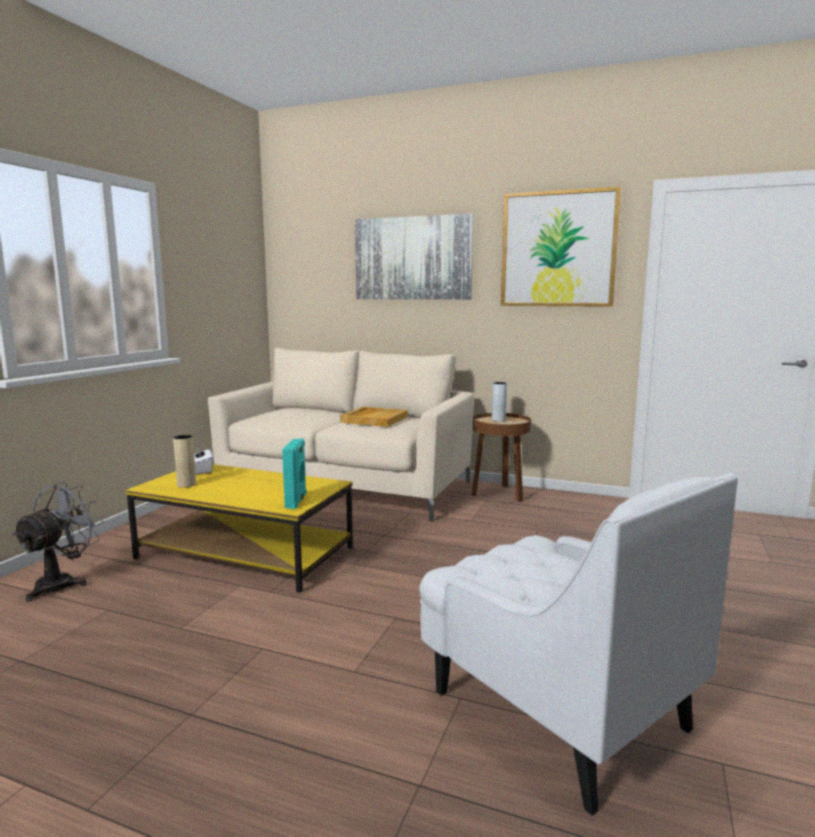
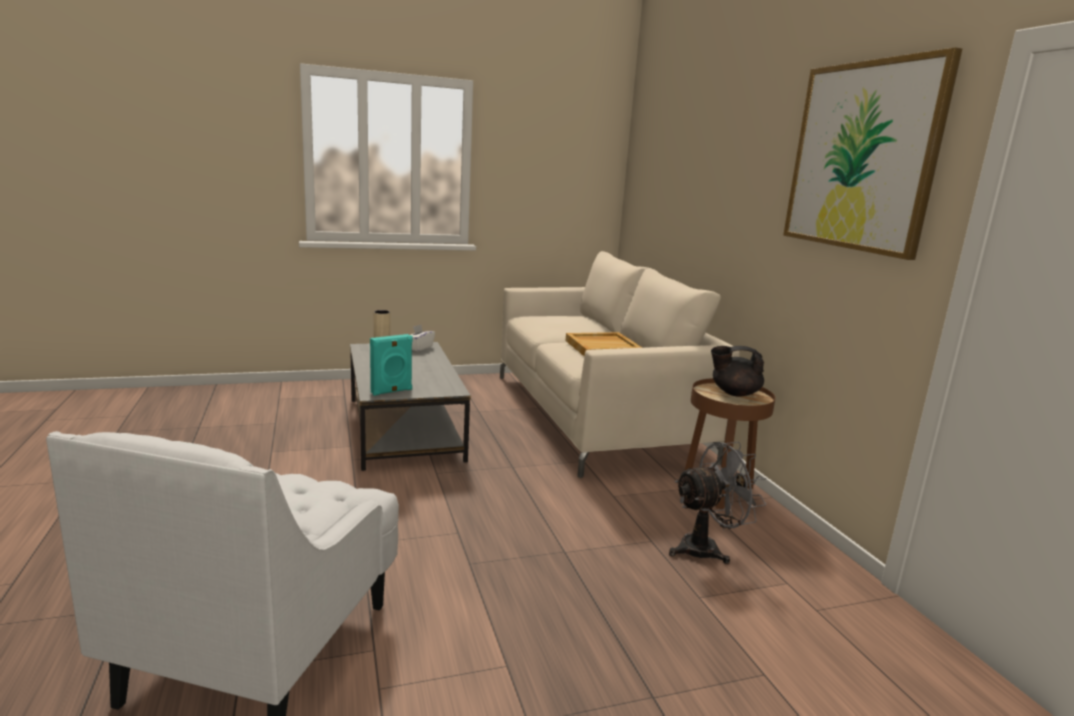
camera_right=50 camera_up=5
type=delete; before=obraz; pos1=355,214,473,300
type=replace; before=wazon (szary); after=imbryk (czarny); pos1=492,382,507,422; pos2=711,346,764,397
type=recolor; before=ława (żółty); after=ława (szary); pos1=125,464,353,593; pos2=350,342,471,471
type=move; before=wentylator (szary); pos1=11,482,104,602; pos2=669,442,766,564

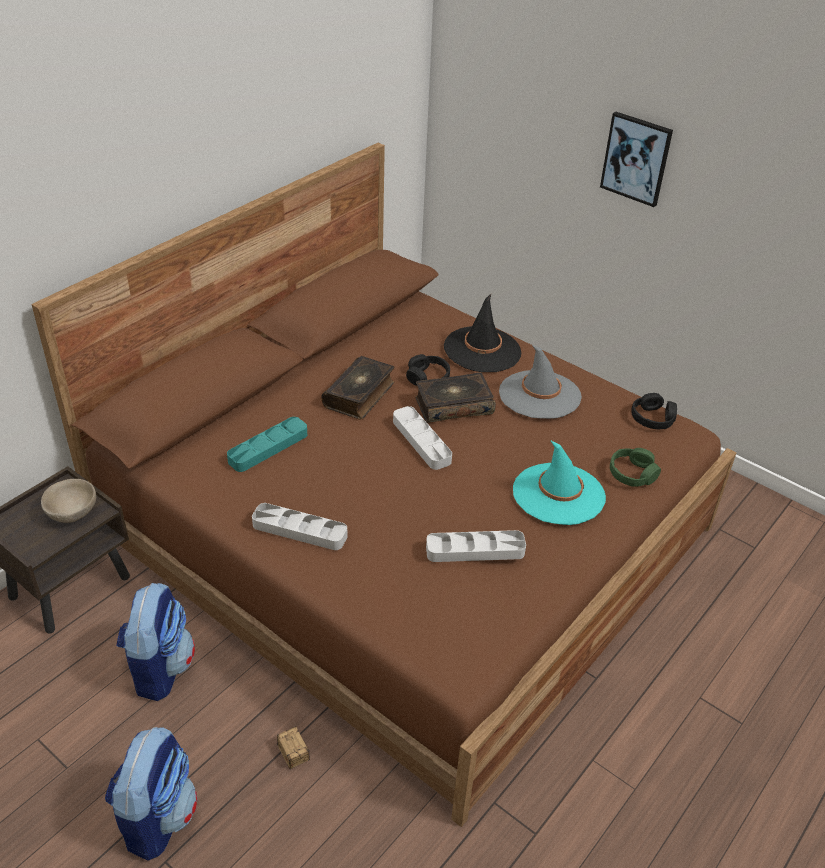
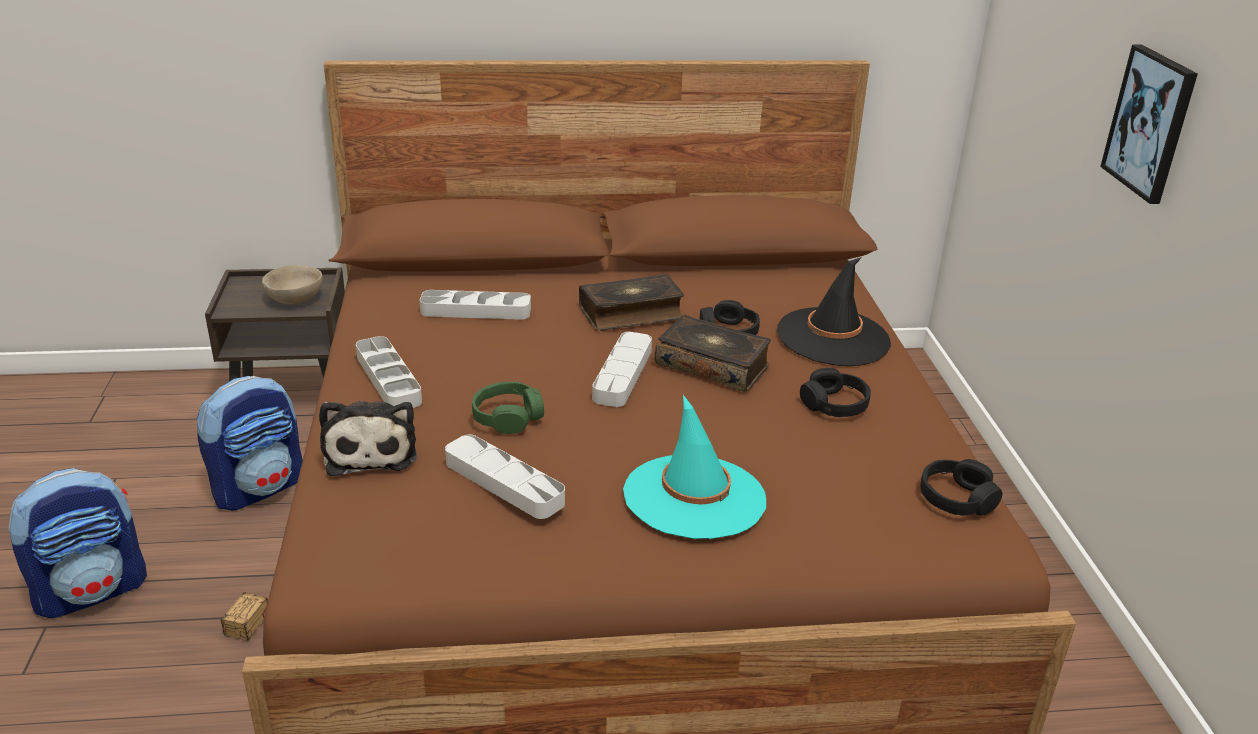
camera_right=45 camera_up=-10
type=replace; before=kapelusz (szary); after=słuchawki (czarny); pos1=499,345,582,419; pos2=800,368,871,417
type=recolor; before=taca (turkusowy); after=taca (szary); pos1=227,417,307,472; pos2=420,290,531,320
type=move; before=słuchawki (zielony); pos1=610,448,661,487; pos2=472,382,544,434
type=insert; after=pluszak; pos2=319,401,417,476

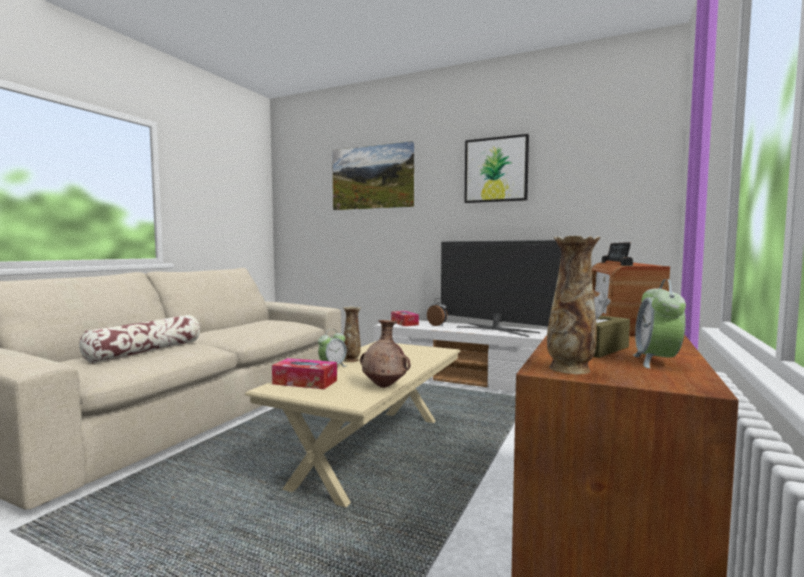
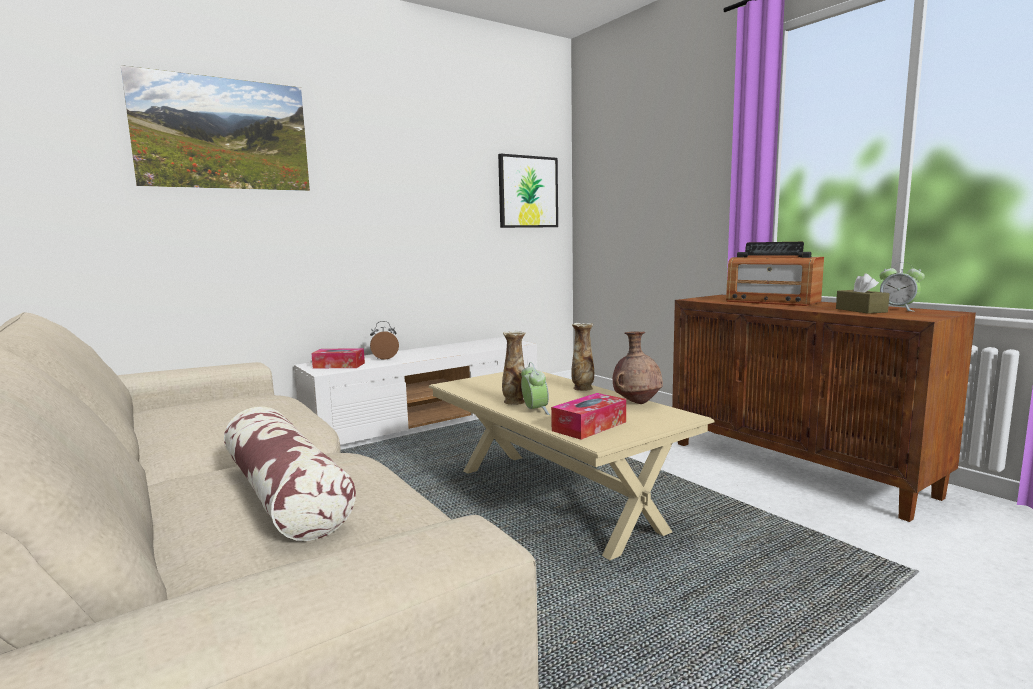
camera_right=-60 camera_up=5
type=move; before=obraz; pos1=464,134,529,203; pos2=498,154,558,228
type=move; before=wazon; pos1=547,236,601,374; pos2=571,323,594,391
type=delete; before=telewizor; pos1=441,240,561,337

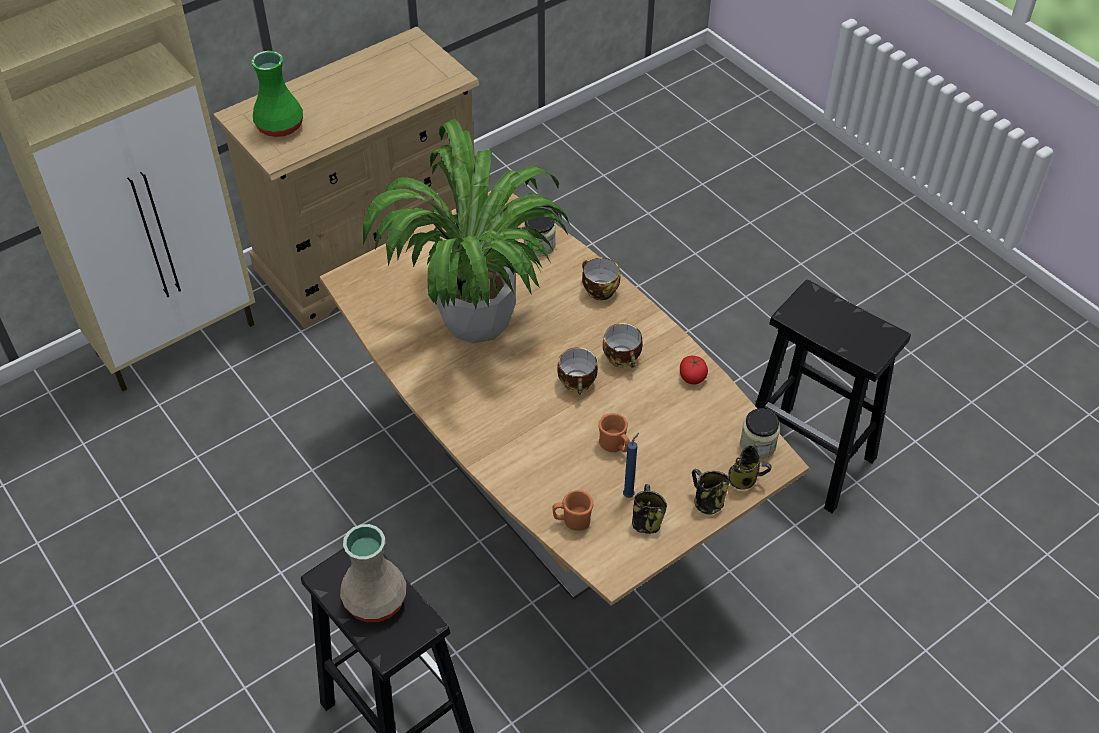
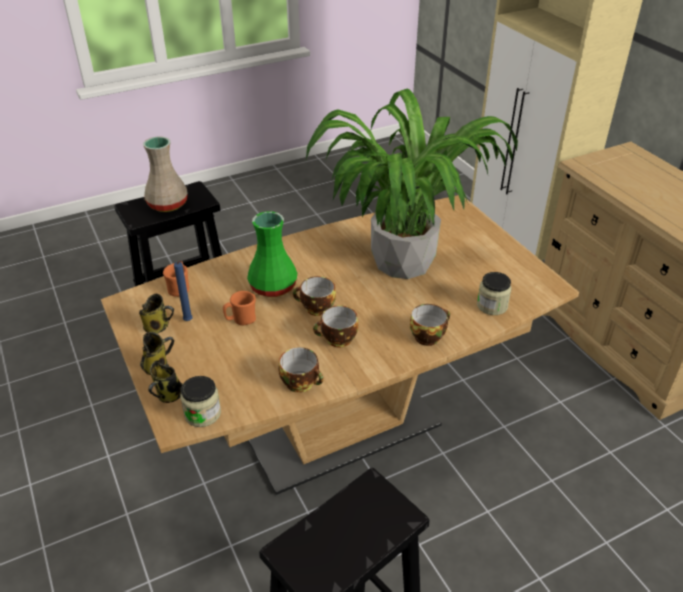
camera_right=100 camera_up=-10
type=move; before=wazon (zielony); pos1=251,51,303,137; pos2=247,211,297,297
type=replace; before=pomidor; after=filiżanka; pos1=680,356,708,384; pos2=279,347,323,393

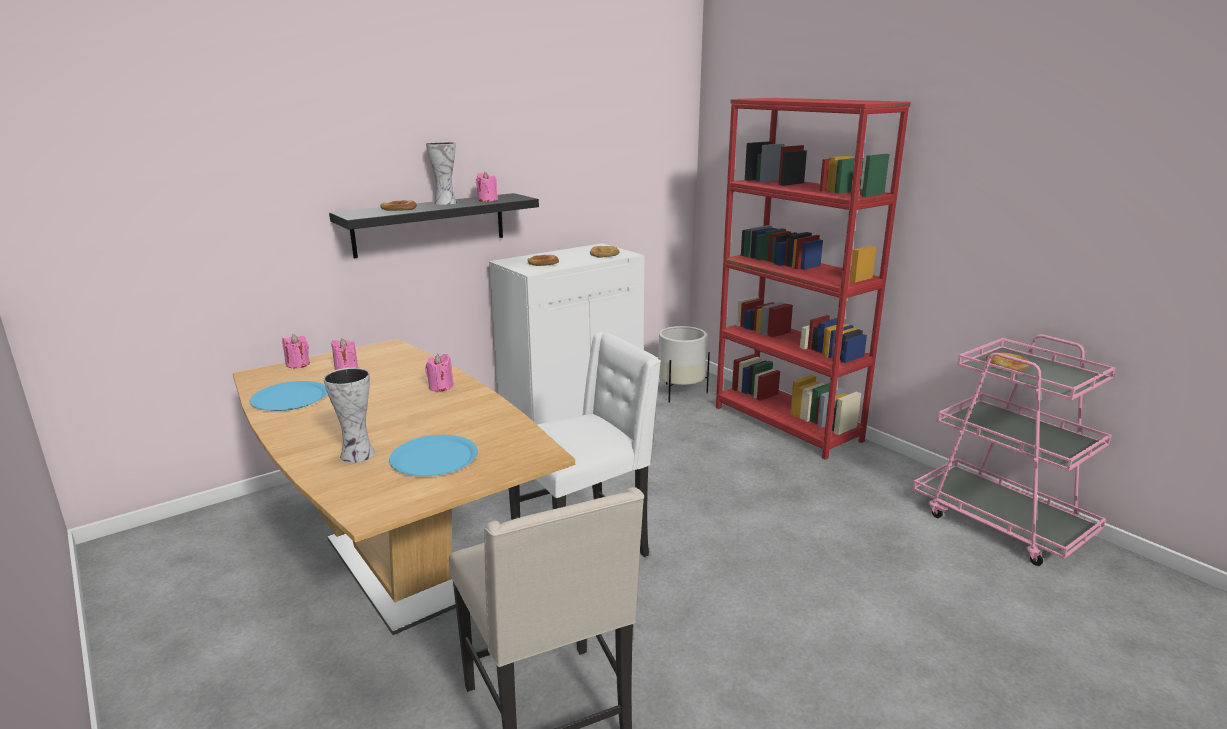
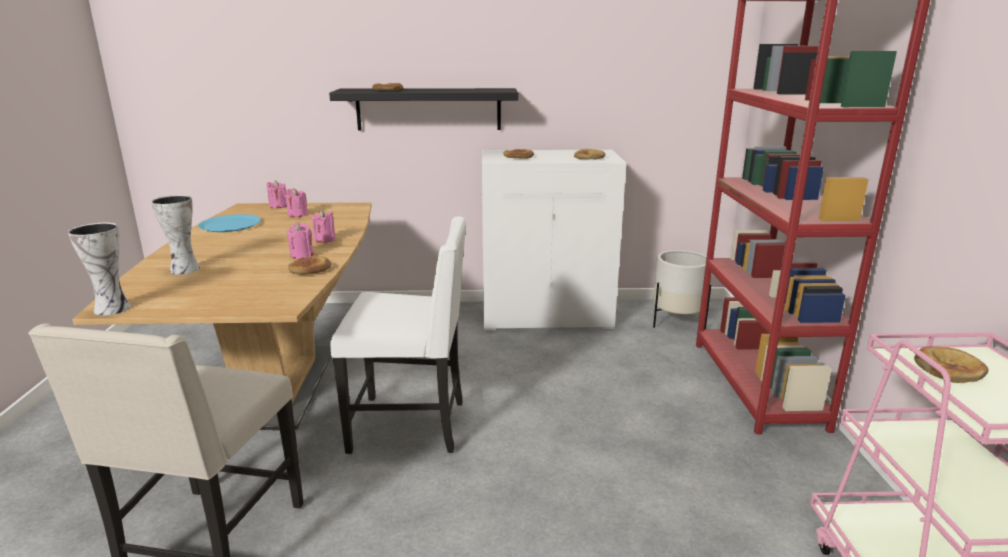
camera_right=35 camera_up=0
type=move; before=wazon; pos1=426,142,457,205; pos2=68,223,131,316
type=move; before=świeca (różowy); pos1=476,171,498,202; pos2=286,223,314,259
type=delete; before=talerz (niebieski); pos1=389,435,478,476
type=insert; after=chleb; pos2=288,256,331,275

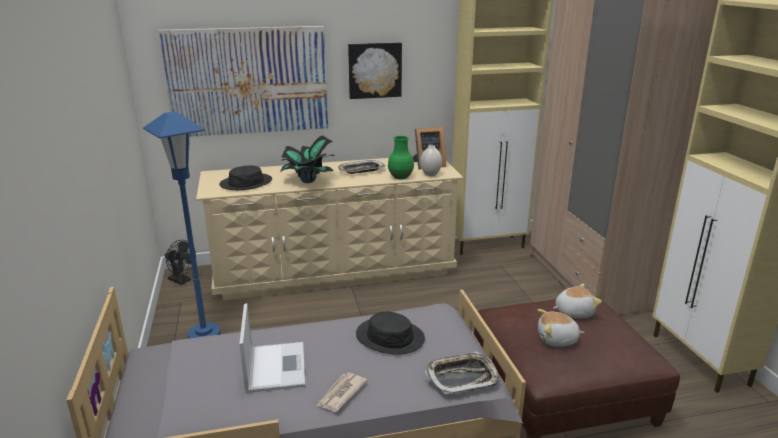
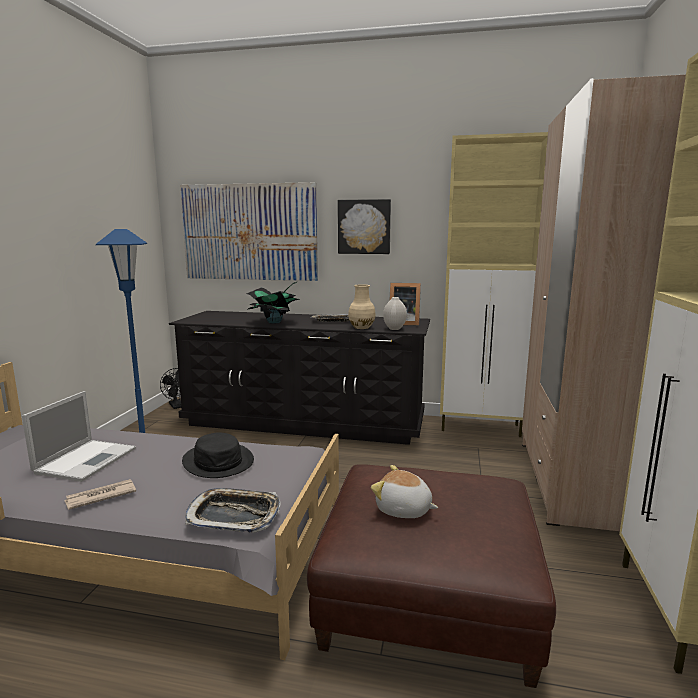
camera_right=25 camera_up=-10
type=recolor; before=wazon (zielony); after=wazon (beżowy); pos1=388,136,414,179; pos2=348,284,376,329
type=recolor; before=komoda (beżowy); after=komoda (czarny); pos1=196,158,464,301; pos2=169,311,430,445
type=delete; before=kapelusz (czarny); pos1=219,165,272,190
type=delete; before=pluszak; pos1=553,284,602,318

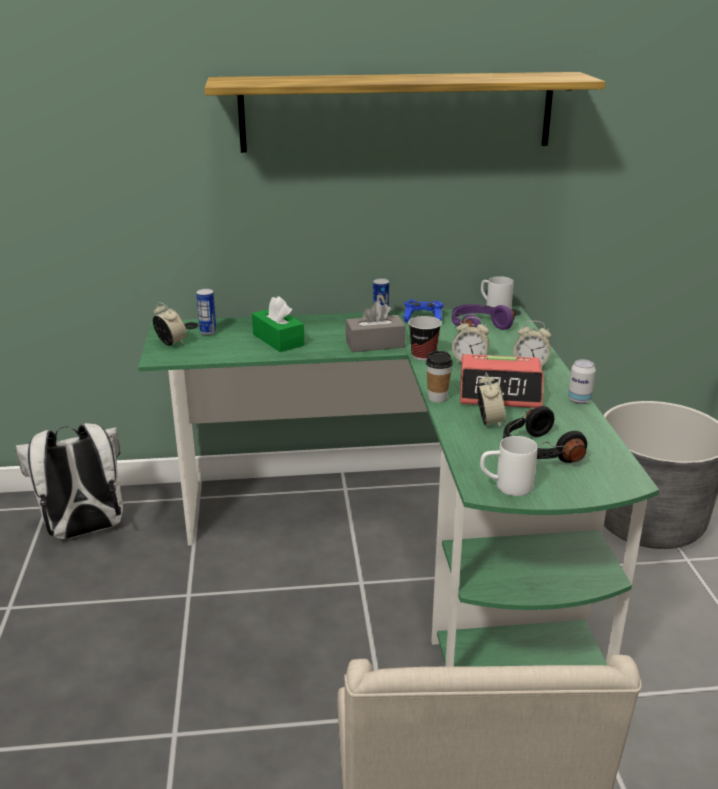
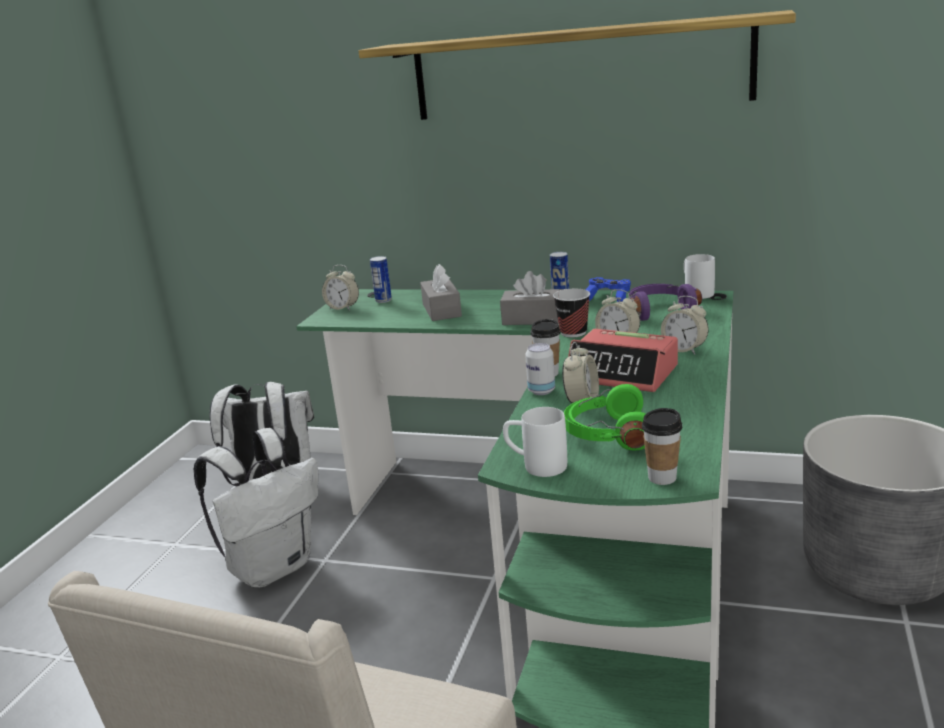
camera_right=25 camera_up=-5
type=recolor; before=pudełko chusteczek (zielony); after=pudełko chusteczek (szary); pos1=252,296,304,352; pos2=420,264,462,321
type=rotate; before=budzik; pos1=153,302,187,346; pos2=322,265,359,310; turn=135
type=move; before=puszka; pos1=568,359,596,404; pos2=525,343,555,395
type=recolor; before=słuchawki (czarny); after=słuchawki (zielony); pos1=503,406,587,463; pos2=564,384,646,450
type=insert; after=filiżanka; pos2=642,408,682,485
type=insert; after=plecak (biały); pos2=193,428,318,587

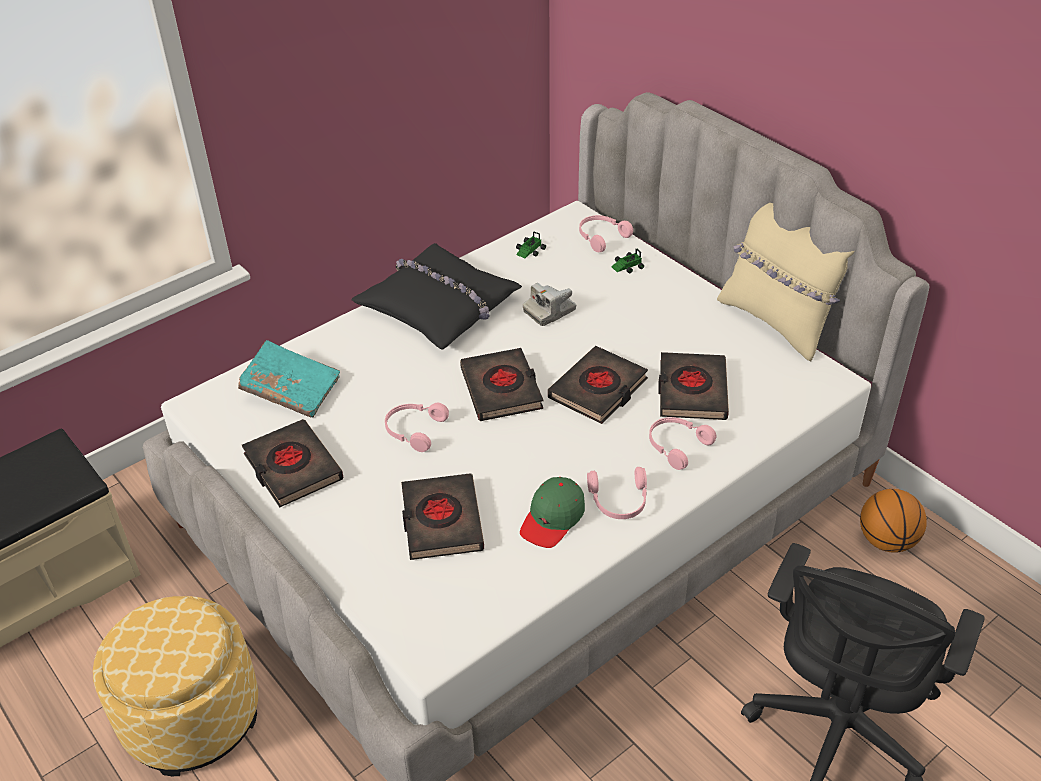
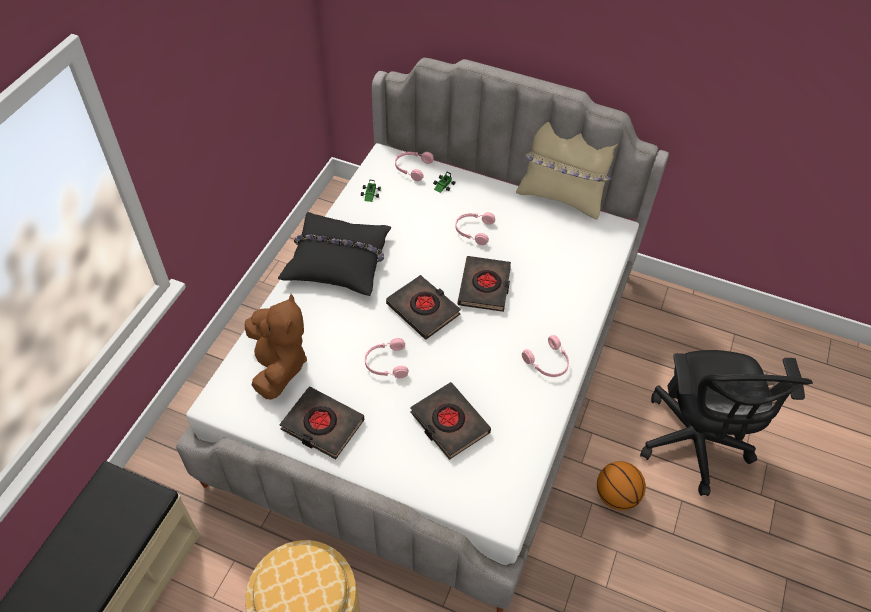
camera_right=-30 camera_up=10
type=delete; before=aparat fotograficzny; pos1=523,283,576,326
type=replace; before=książka (turkusowy); after=pluszak (brązowy); pos1=238,340,340,417; pos2=245,294,307,399
type=delete; before=książka (czarny); pos1=658,352,729,420
type=move; before=słuchawki (różowy); pos1=649,417,716,470; pos2=455,212,495,245
type=delete; before=czapka z daszkiem (zielony); pos1=520,477,585,548
type=move; before=piłka do koszykówki; pos1=860,489,927,553; pos2=597,461,646,510

